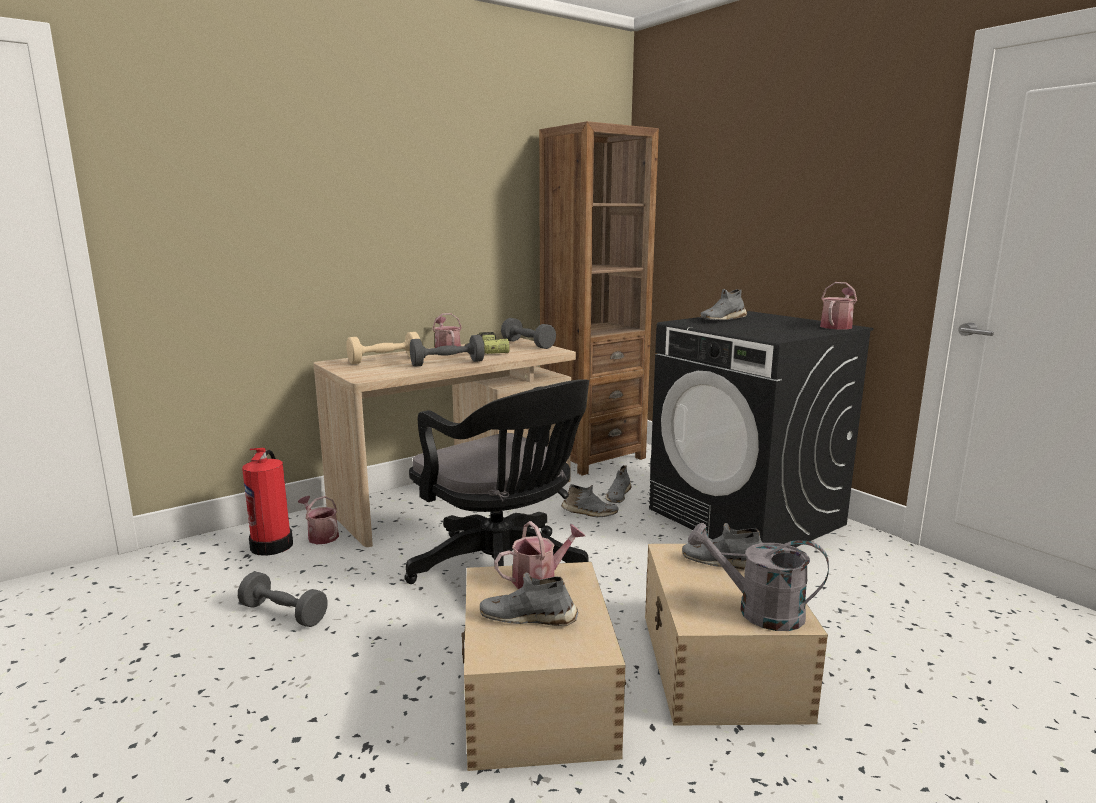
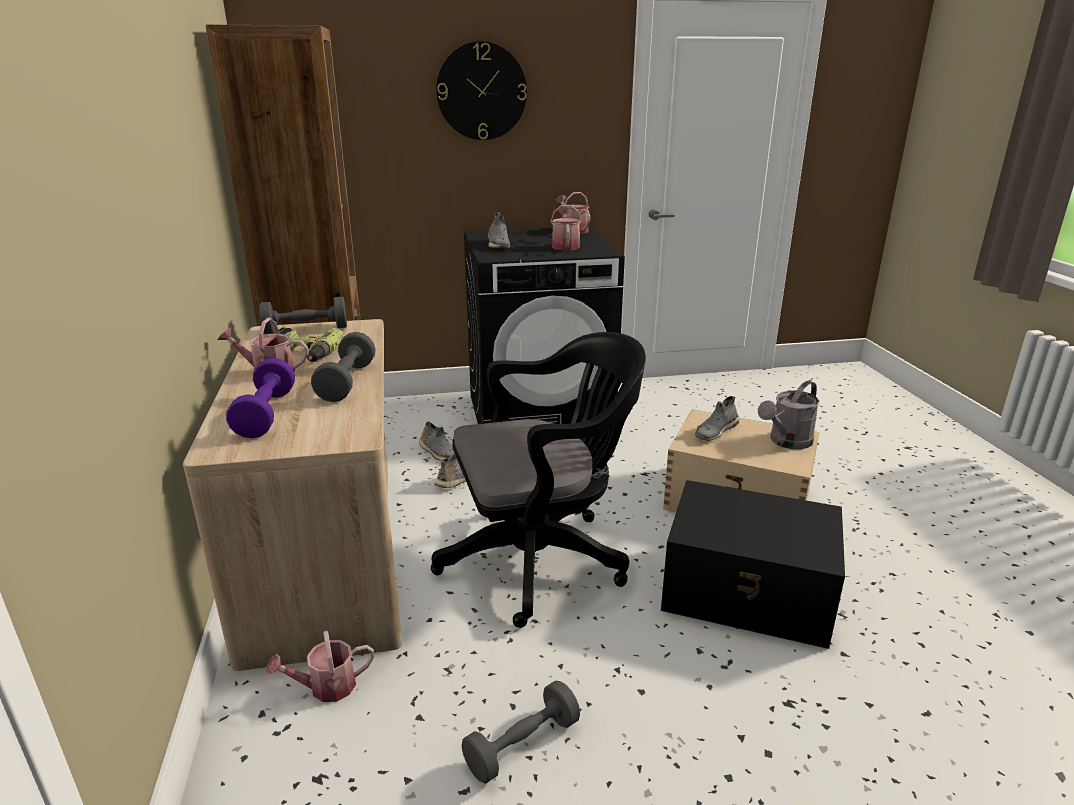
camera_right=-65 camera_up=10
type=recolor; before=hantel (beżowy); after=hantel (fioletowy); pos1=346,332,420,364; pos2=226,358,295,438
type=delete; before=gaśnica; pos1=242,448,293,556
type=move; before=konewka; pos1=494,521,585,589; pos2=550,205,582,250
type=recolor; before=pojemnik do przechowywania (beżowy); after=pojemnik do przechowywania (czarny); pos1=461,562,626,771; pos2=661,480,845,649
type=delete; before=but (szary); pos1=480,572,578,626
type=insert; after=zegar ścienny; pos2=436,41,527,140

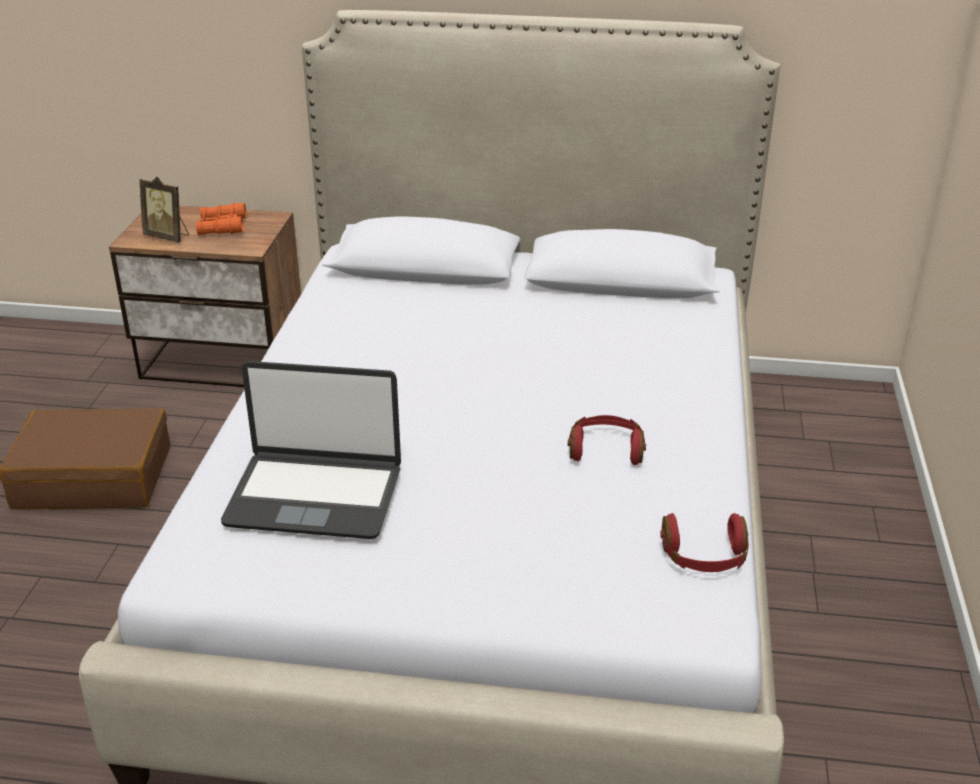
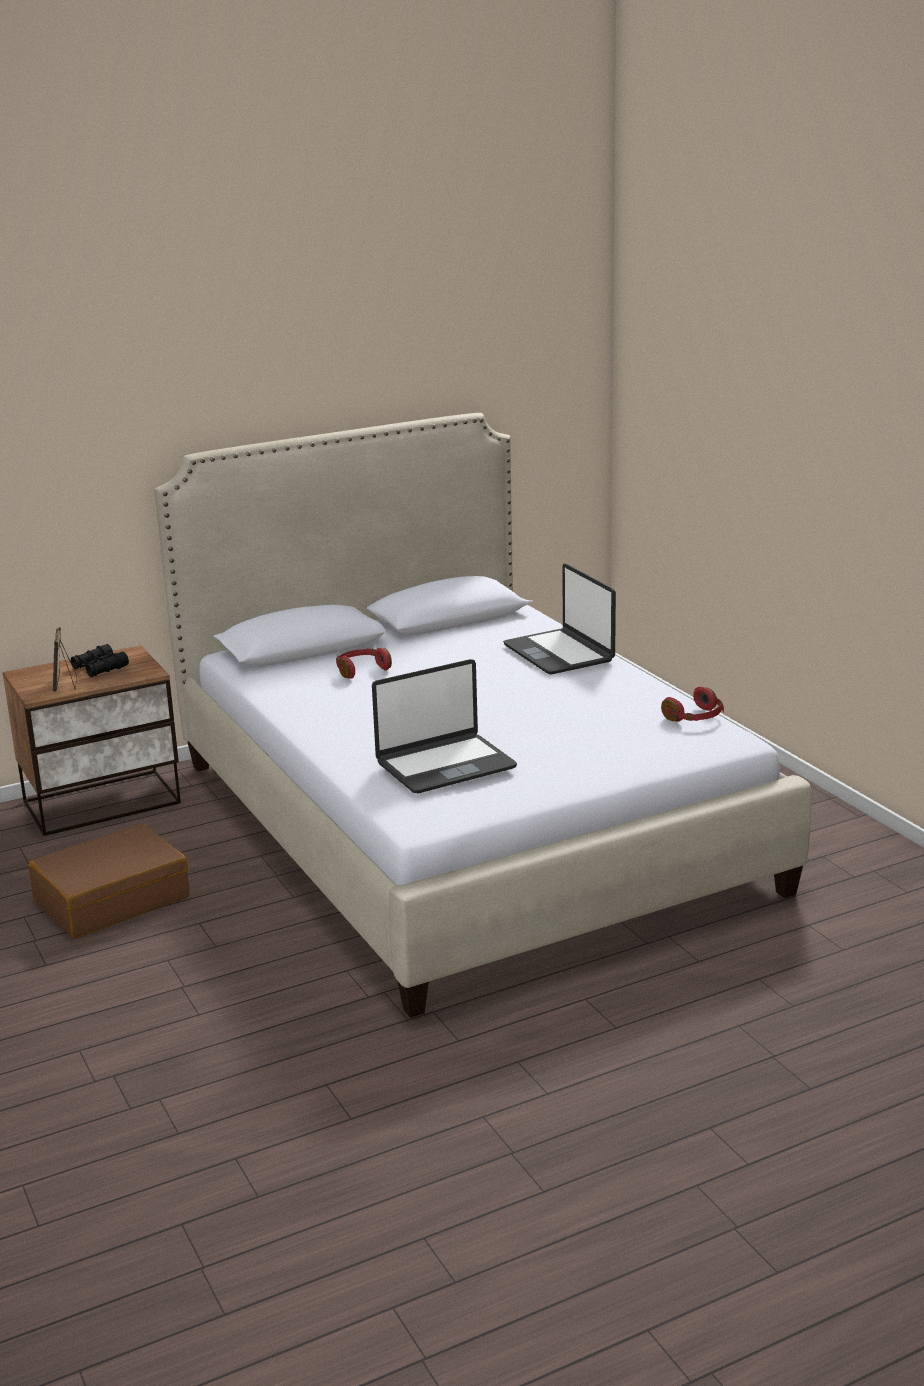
camera_right=-35 camera_up=-10
type=rotate; before=ramka na zdjęcie; pos1=139,177,189,243; pos2=53,627,77,692; turn=90
type=recolor; before=lornetka (pomarańczowy); after=lornetka (czarny); pos1=196,203,247,236; pos2=71,644,129,677
type=move; before=słuchawki (czerwony); pos1=568,415,646,465; pos2=336,648,392,679
type=insert; after=laptop; pos2=503,564,616,674

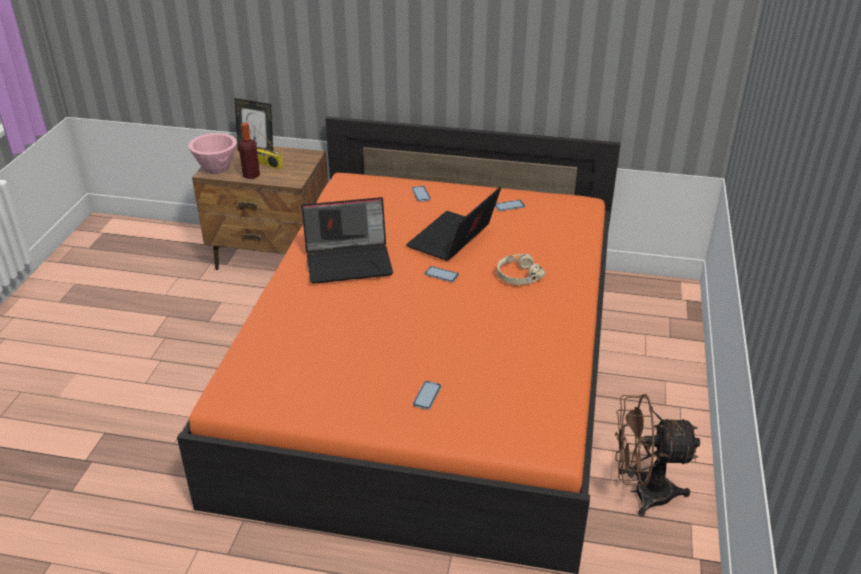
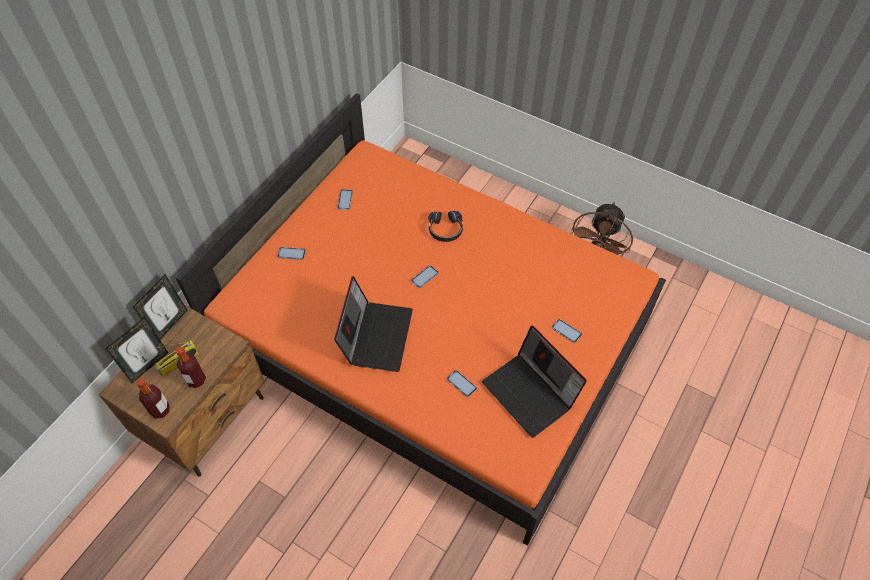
camera_right=-70 camera_up=20
type=replace; before=miska (różowy); after=butelka; pos1=188,133,237,174; pos2=136,378,170,419
type=move; before=laptop; pos1=406,187,501,261; pos2=482,325,587,438
type=recolor; before=słuchawki (beżowy); after=słuchawki (czarny); pos1=497,254,545,285; pos2=428,211,463,242
type=insert; after=ramka na zdjęcie; pos2=133,274,188,339
type=insert; after=telefon; pos2=447,370,477,397

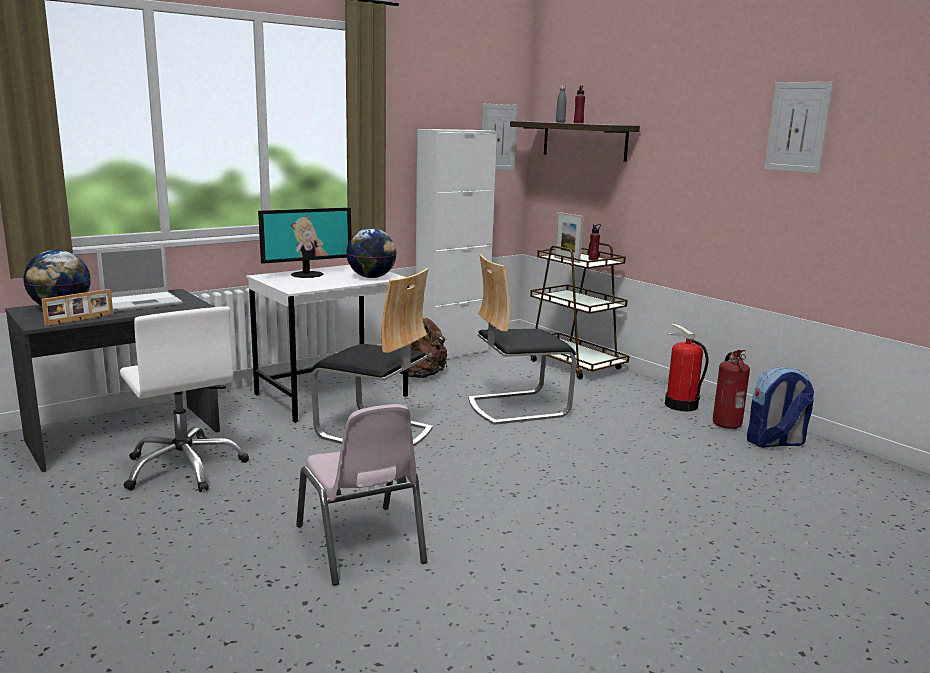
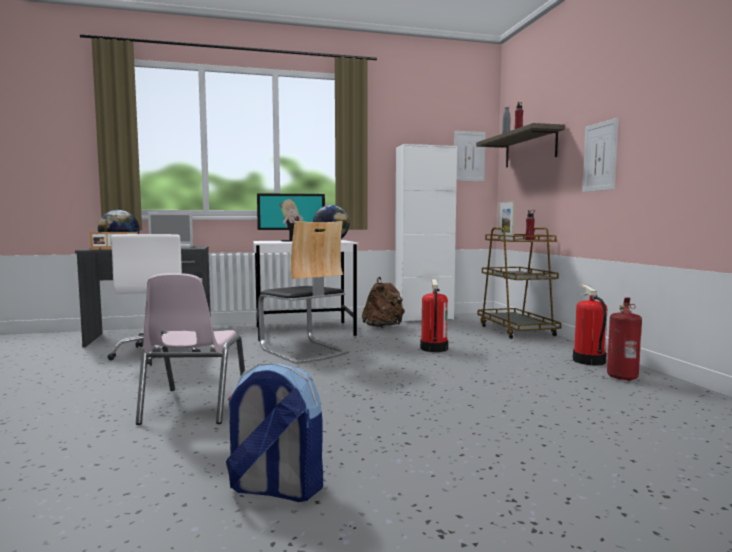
camera_right=25 camera_up=-10
type=move; before=obraz; pos1=764,82,833,174; pos2=582,118,618,192
type=replace; before=krzesło; after=gaśnica; pos1=468,254,577,425; pos2=420,279,448,352
type=move; before=plecak; pos1=747,367,814,448; pos2=226,363,323,502

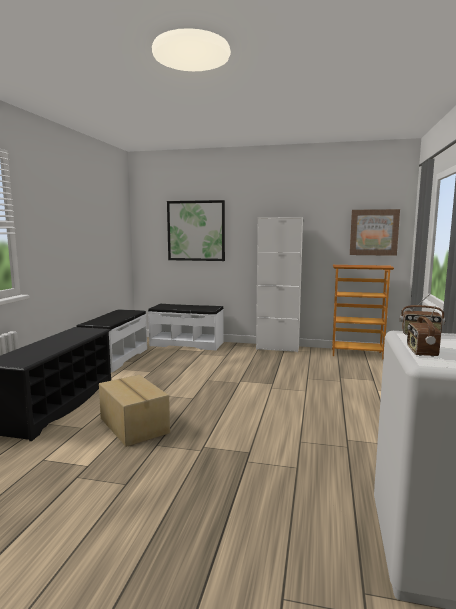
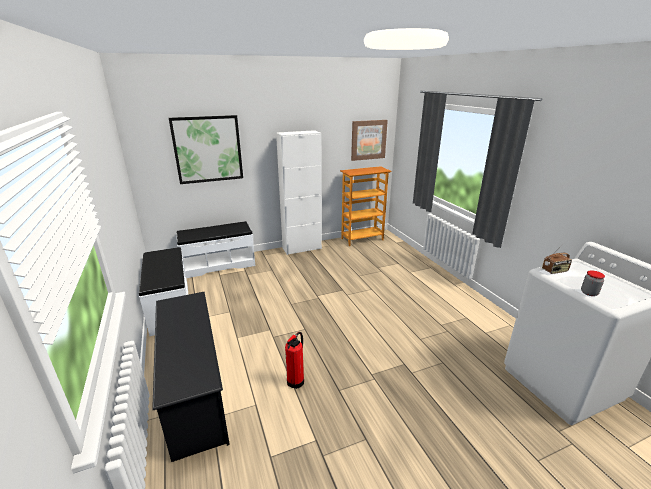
camera_right=-35 camera_up=15
type=replace; before=radio; after=słoik; pos1=407,306,441,357; pos2=581,270,605,296
type=replace; before=karton; after=gaśnica; pos1=99,375,170,447; pos2=285,332,304,389

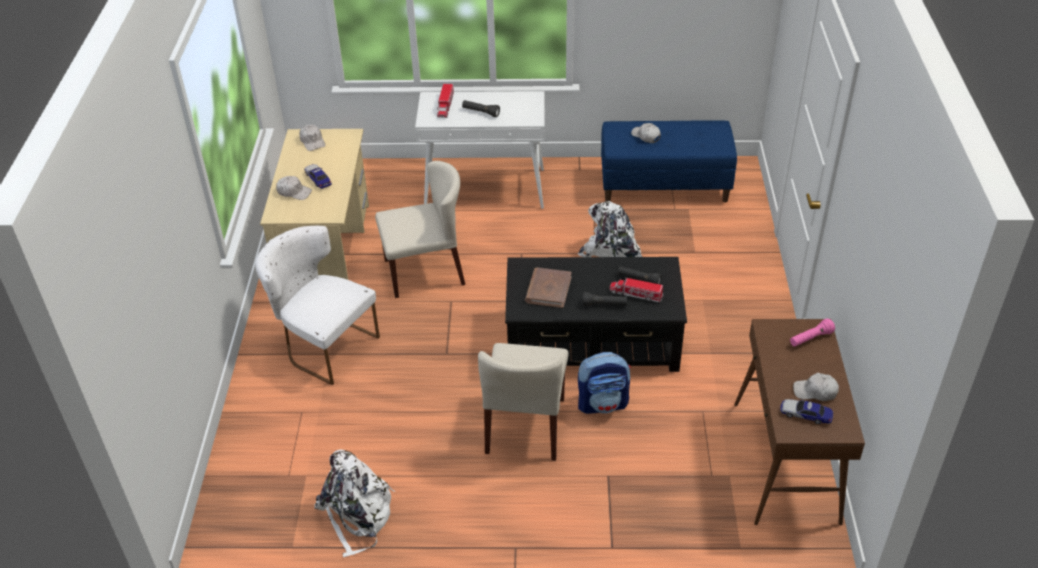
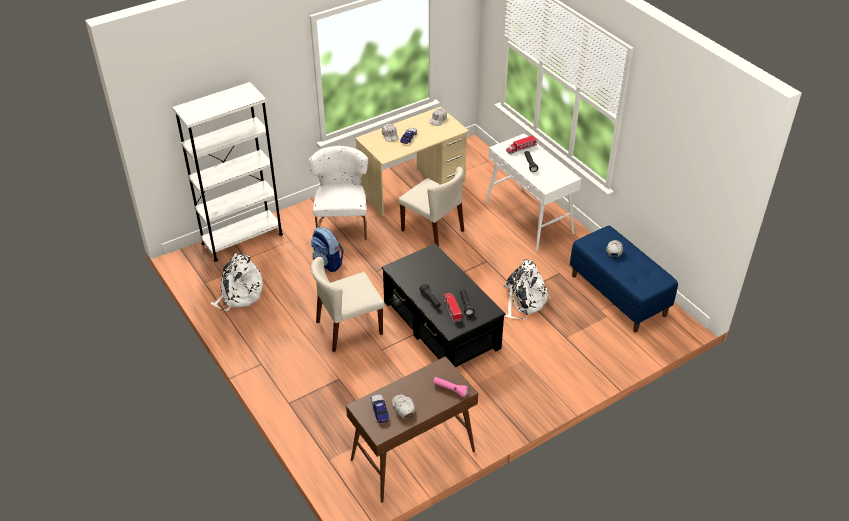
camera_right=55 camera_up=0
type=delete; before=książka (brązowy); pos1=525,267,572,308
type=move; before=plecak; pos1=578,352,631,414; pos2=311,227,344,272
type=insert; after=regał (biały); pos2=172,82,283,262

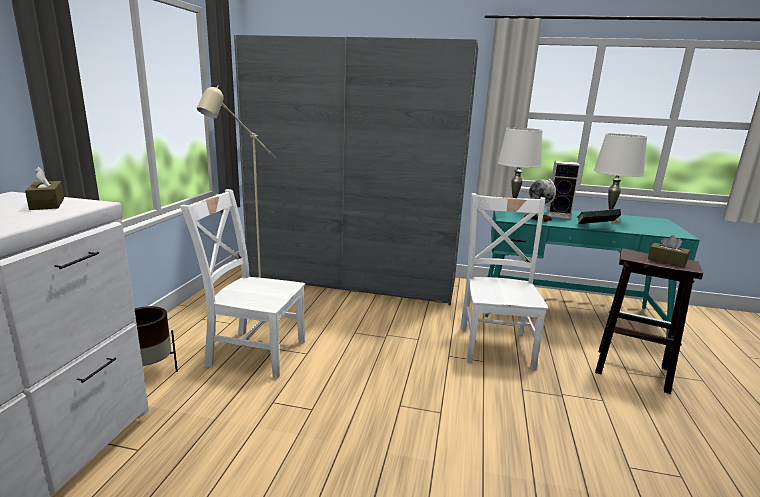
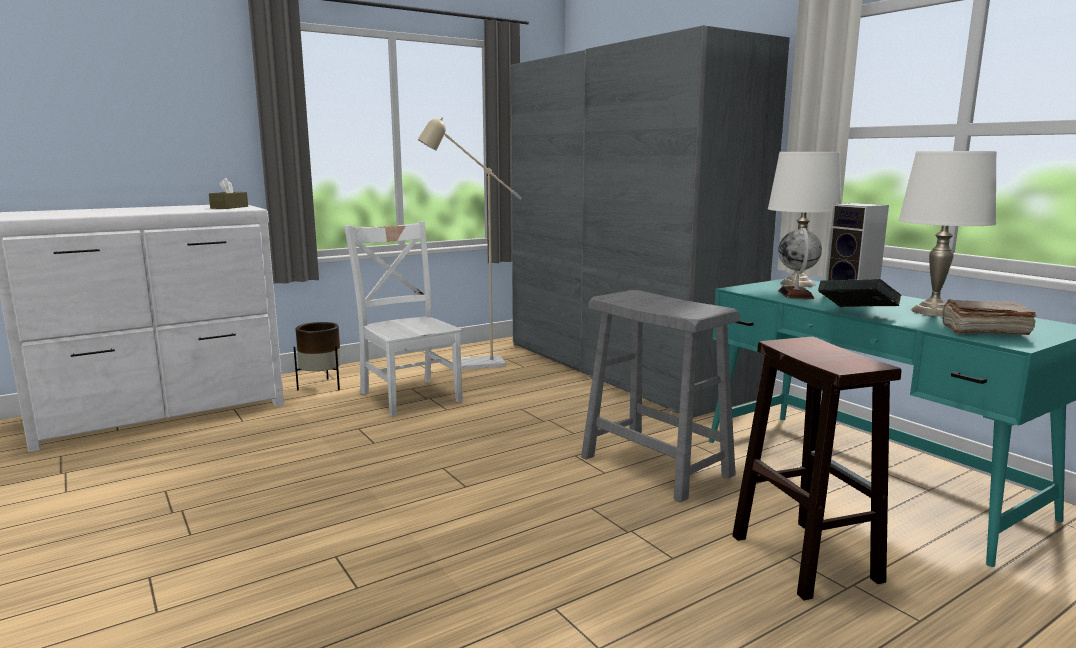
camera_right=45 camera_up=-5
type=replace; before=krzesło (biały); after=stołek (szary); pos1=460,193,549,369; pos2=581,290,740,503
type=delete; before=pudełko chusteczek (brązowy); pos1=648,235,690,267
type=insert; after=książka (brązowy); pos2=942,300,1037,335

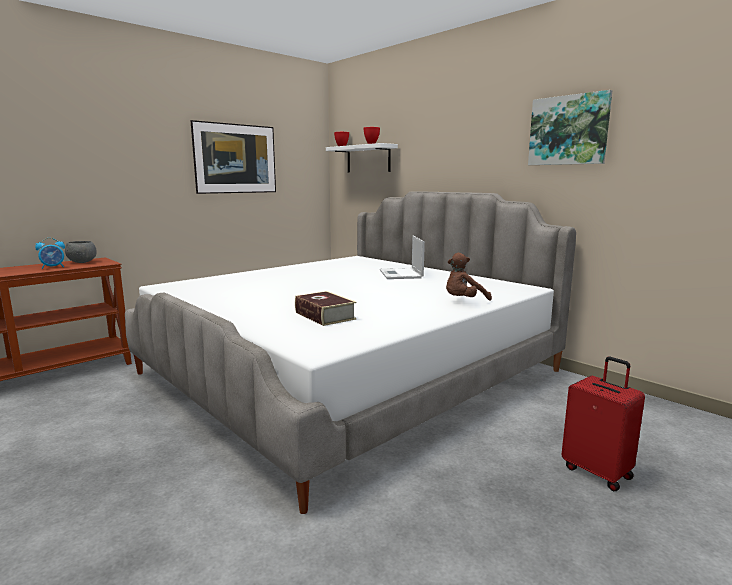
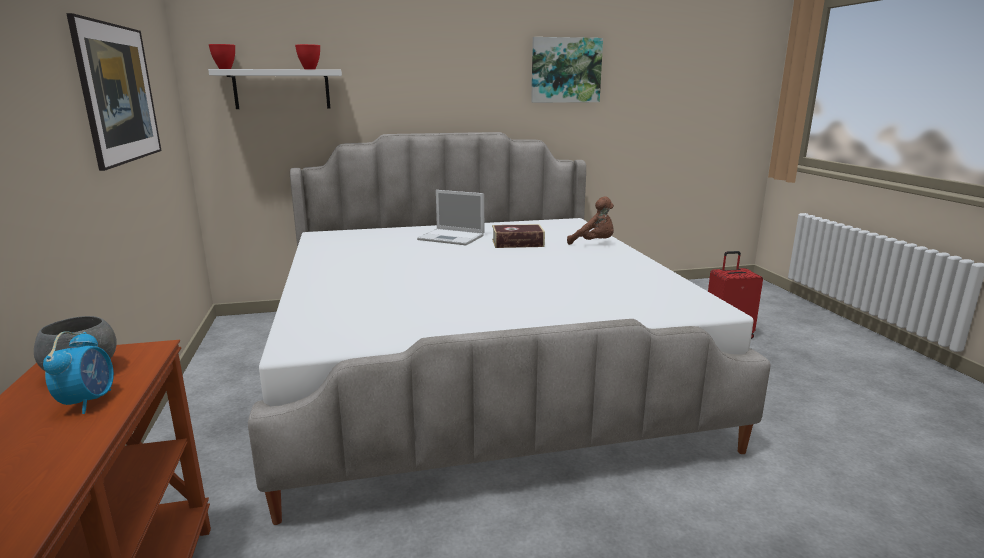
camera_right=-60 camera_up=5
type=rotate; before=pluszak (brązowy); pos1=446,253,492,301; pos2=567,196,614,245; turn=-60
type=move; before=książka; pos1=295,291,357,326; pos2=492,224,545,248

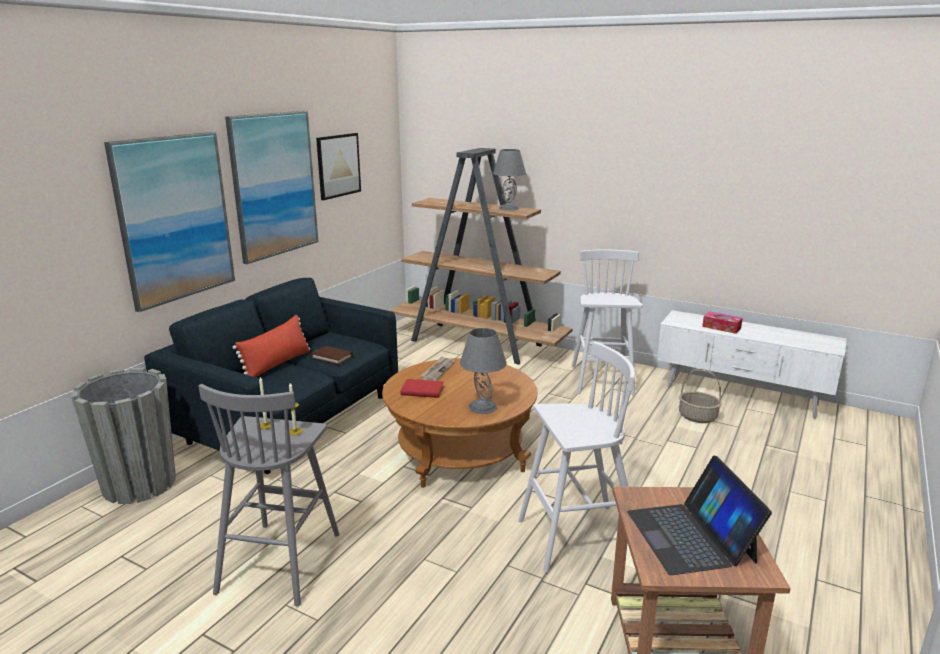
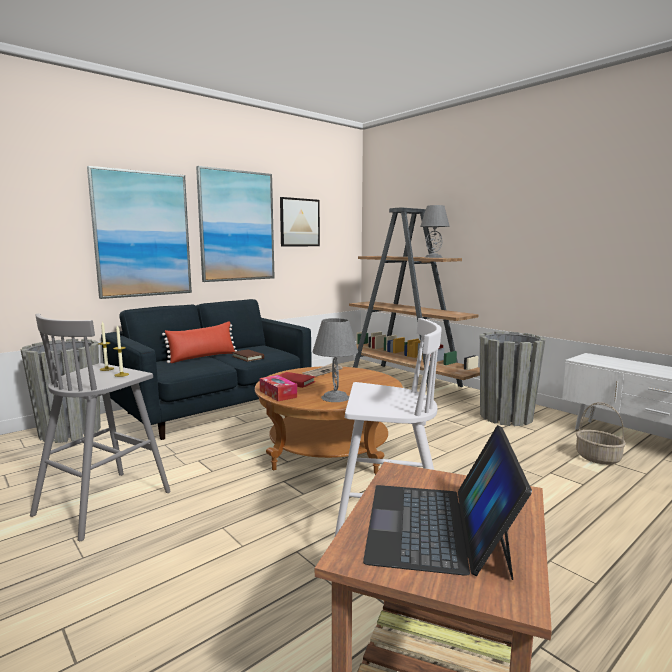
camera_right=20 camera_up=-10
type=replace; before=stołek (biały); after=donica (szary); pos1=572,250,643,396; pos2=480,331,545,426
type=move; before=pudełko chusteczek; pos1=702,311,743,334; pos2=260,375,297,401

